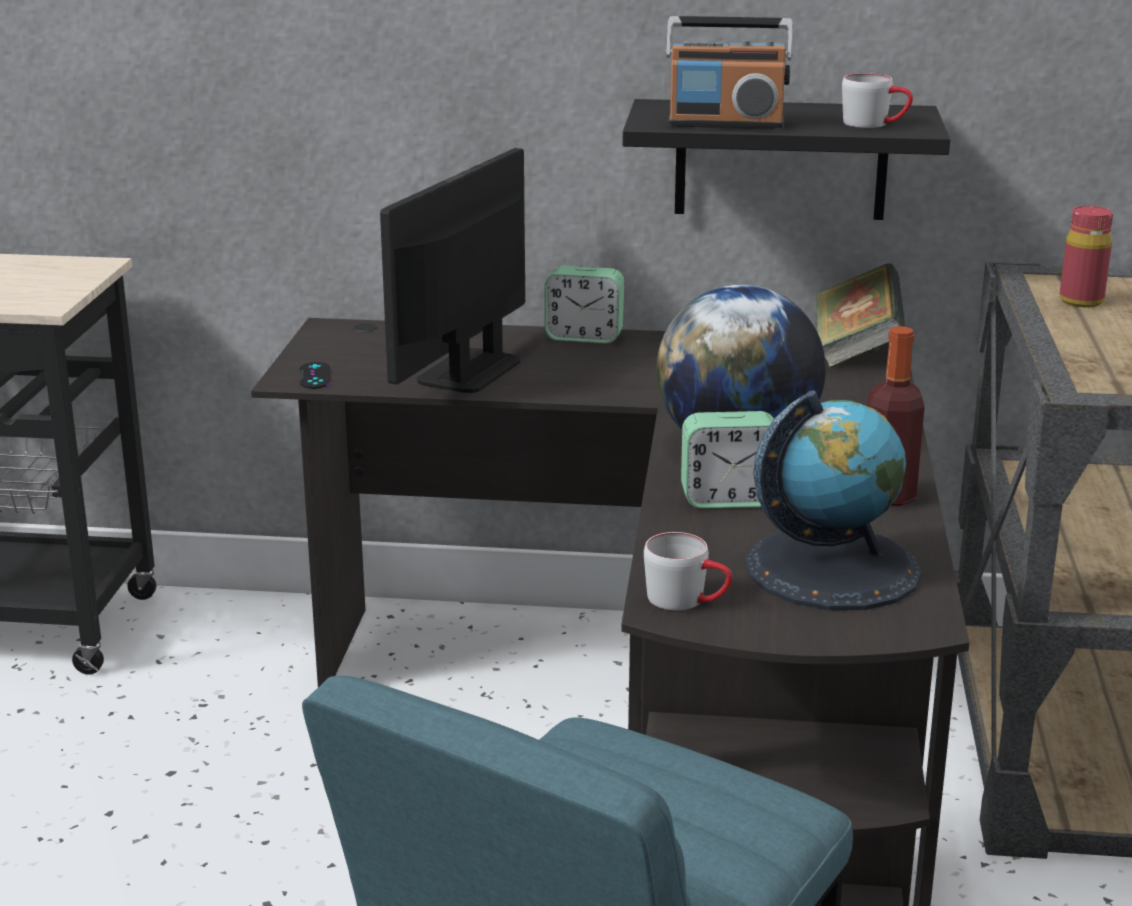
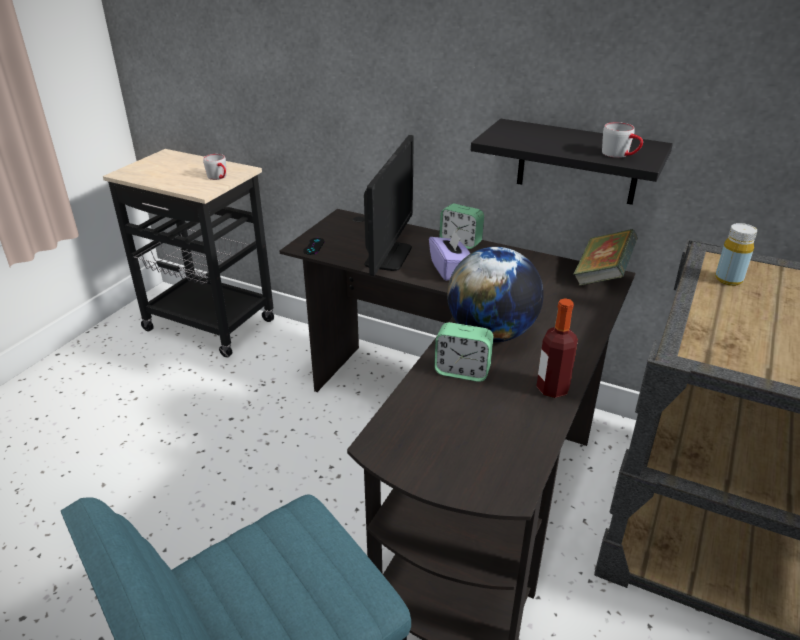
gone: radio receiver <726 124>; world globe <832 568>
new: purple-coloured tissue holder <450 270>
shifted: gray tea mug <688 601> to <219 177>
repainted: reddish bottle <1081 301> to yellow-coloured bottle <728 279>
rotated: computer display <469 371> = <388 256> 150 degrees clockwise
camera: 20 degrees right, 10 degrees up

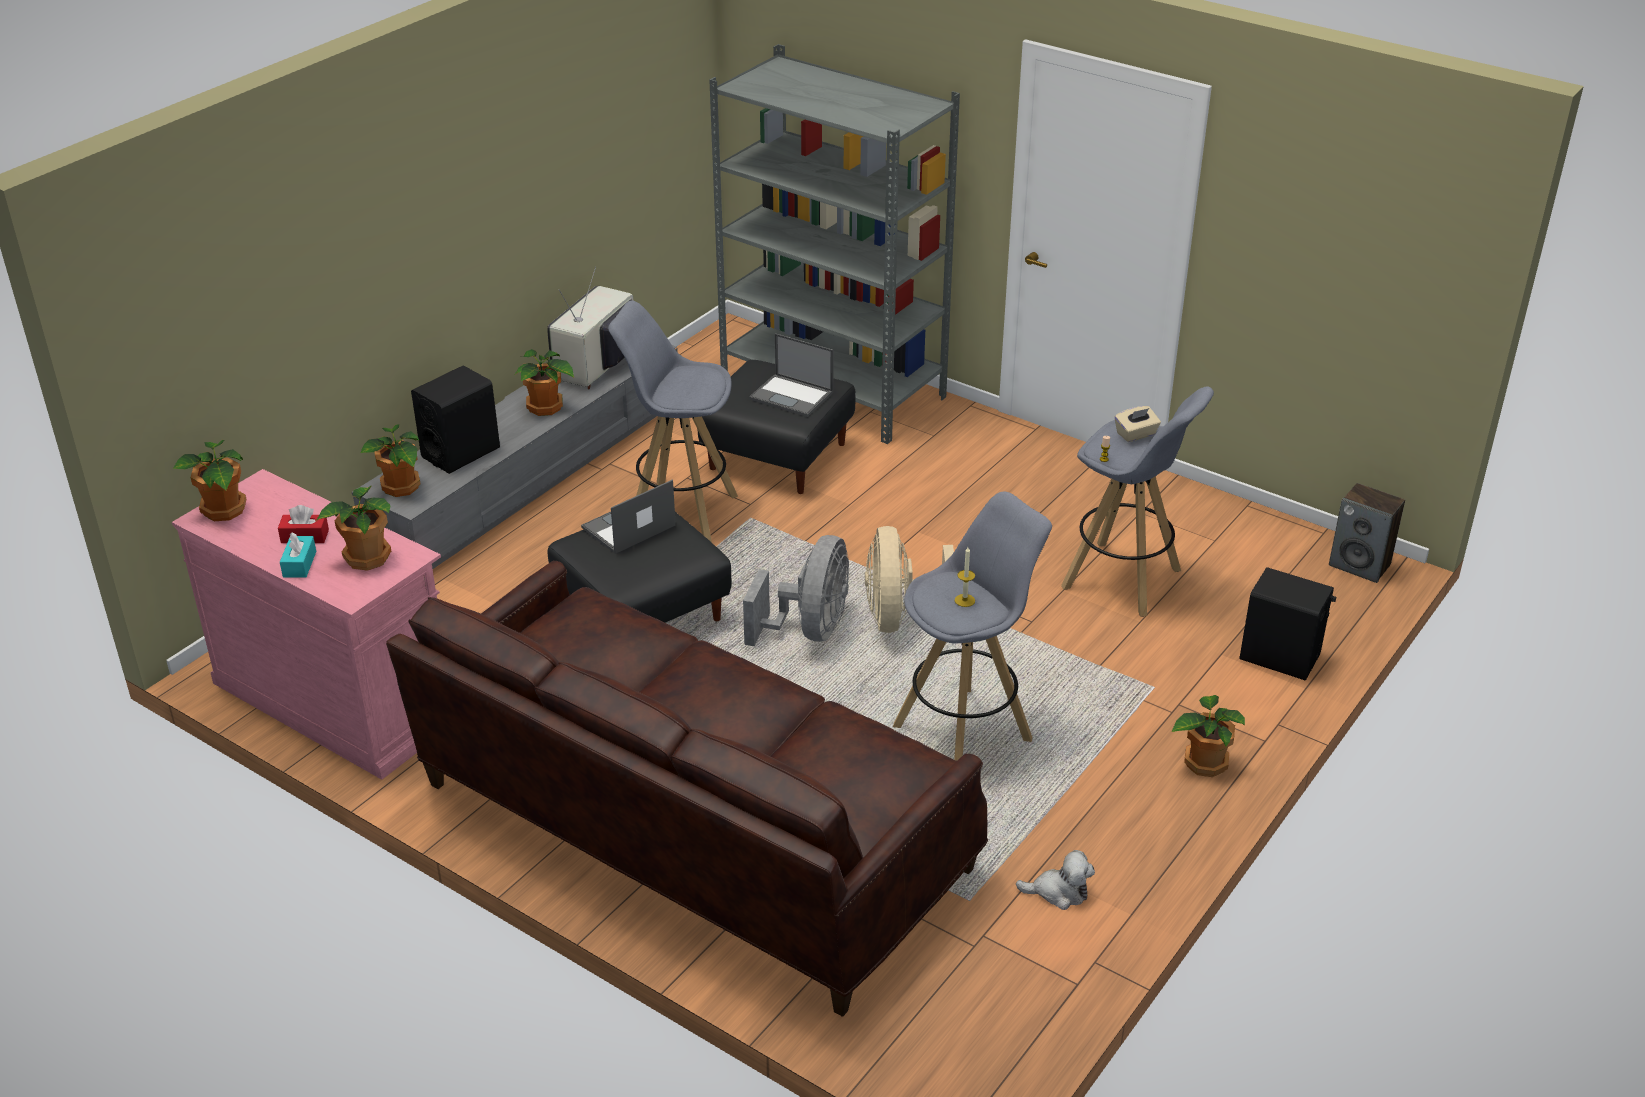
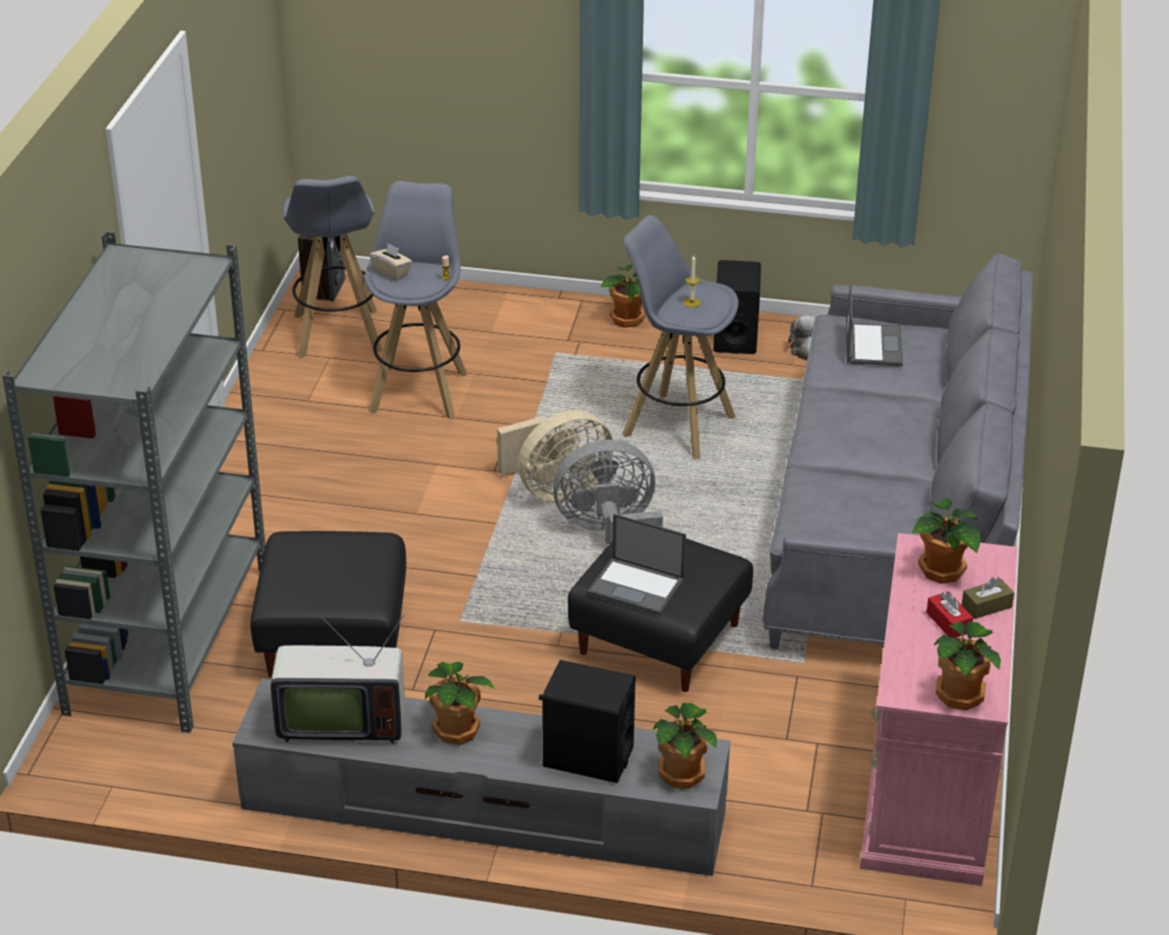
shifted: gray stool <680 510> to <336 335>; laptop <792 396> to <873 345>; black-coloured speaker <1280 657> to <735 337>
repainted: turquoise-coloured tissue holder <299 564> to brown-coloured tissue holder <986 606>; brown-coloured couch <690 831> to gray couch <896 521>
camera: 115 degrees left, 0 degrees up

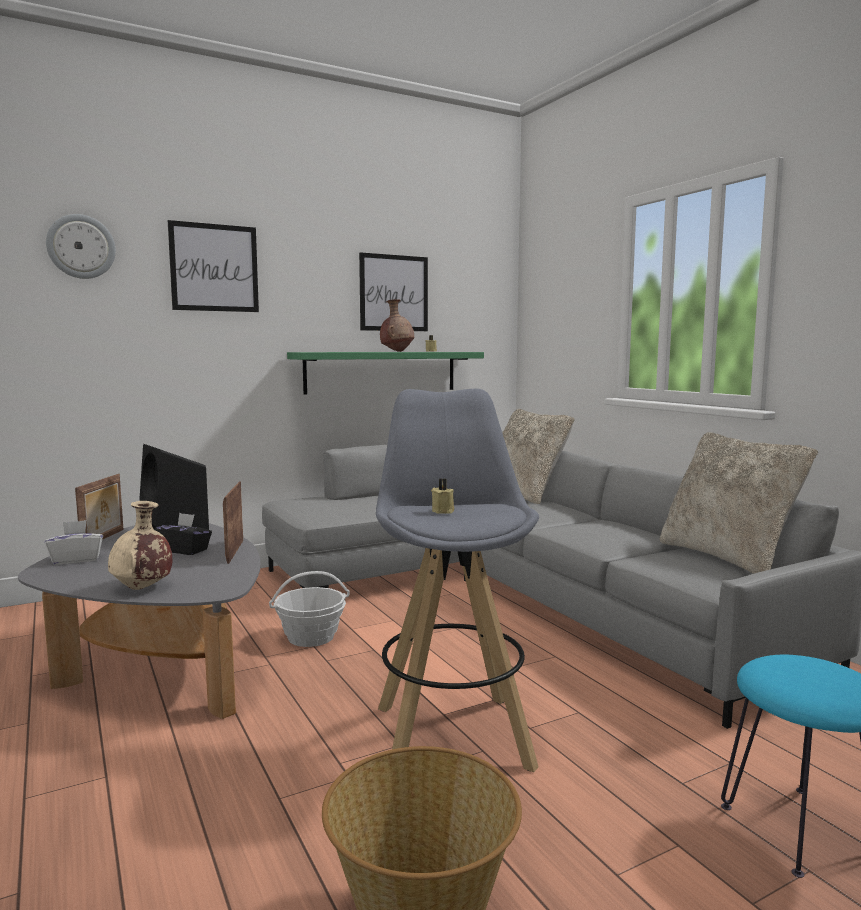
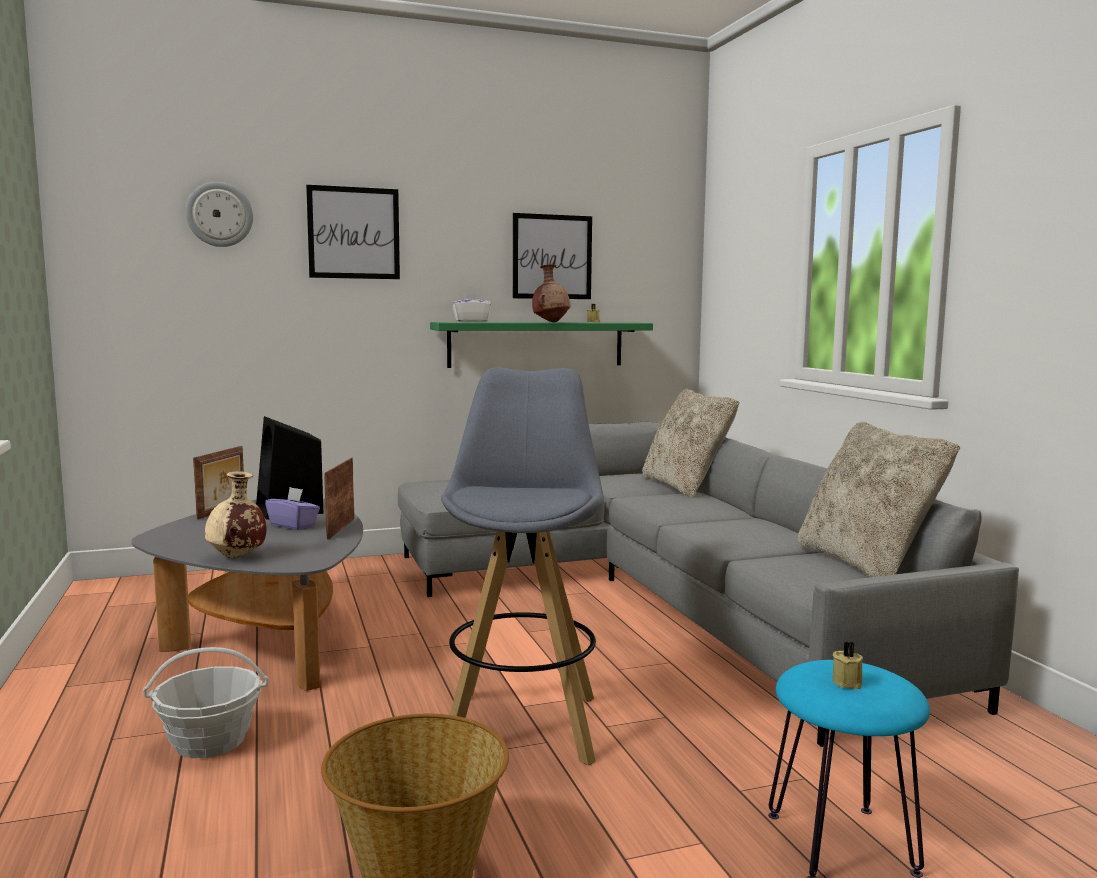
shifted: beige-coloured wax light <444 511> to <848 682>; whitish tissue holder <76 559> to <471 322>; household basket <311 637> to <210 741>
repainted: black-coloured tissue holder <185 550> to purple-coloured tissue holder <293 525>
camera: 10 degrees right, 0 degrees up

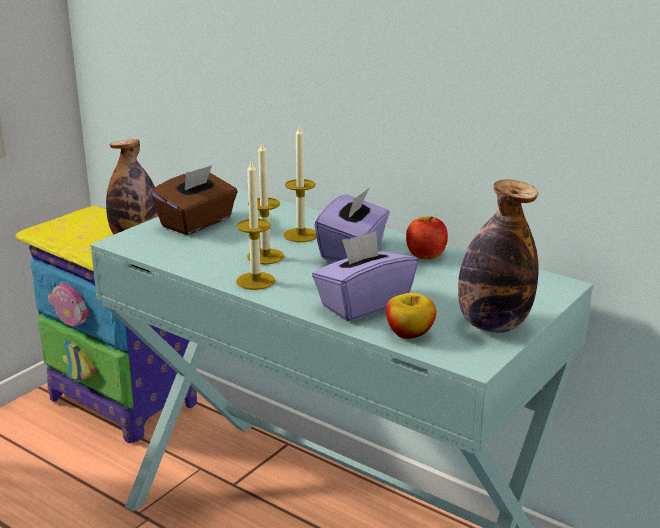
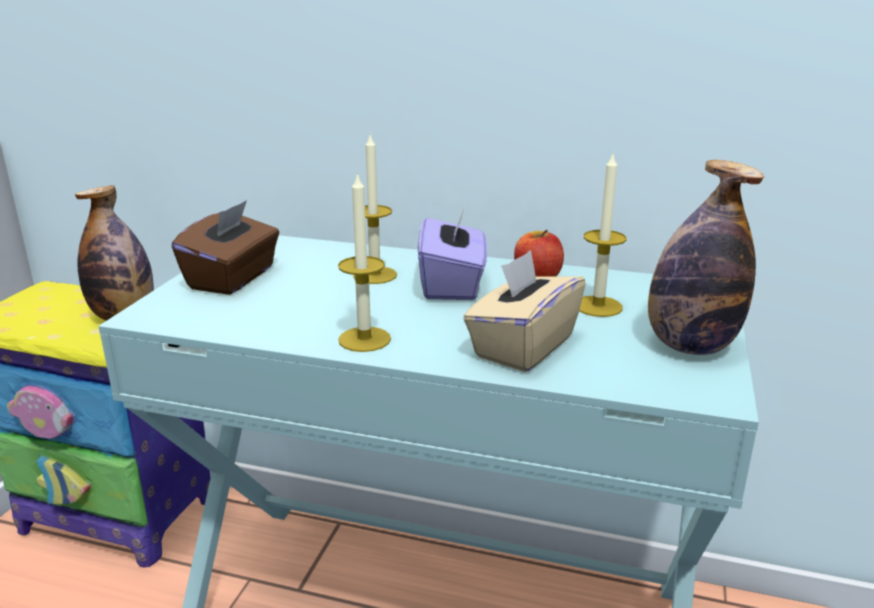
gone: apple fruit <409 333>
shifted: wax light <265 256> to <598 306>
repainted: purple-coloured tissue holder <363 304> to beige-coloured tissue holder <522 346>
camera: 20 degrees left, 0 degrees up

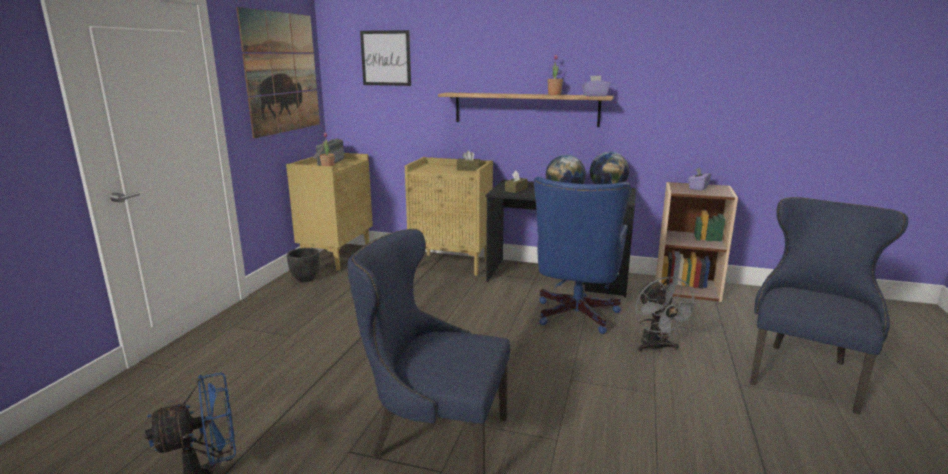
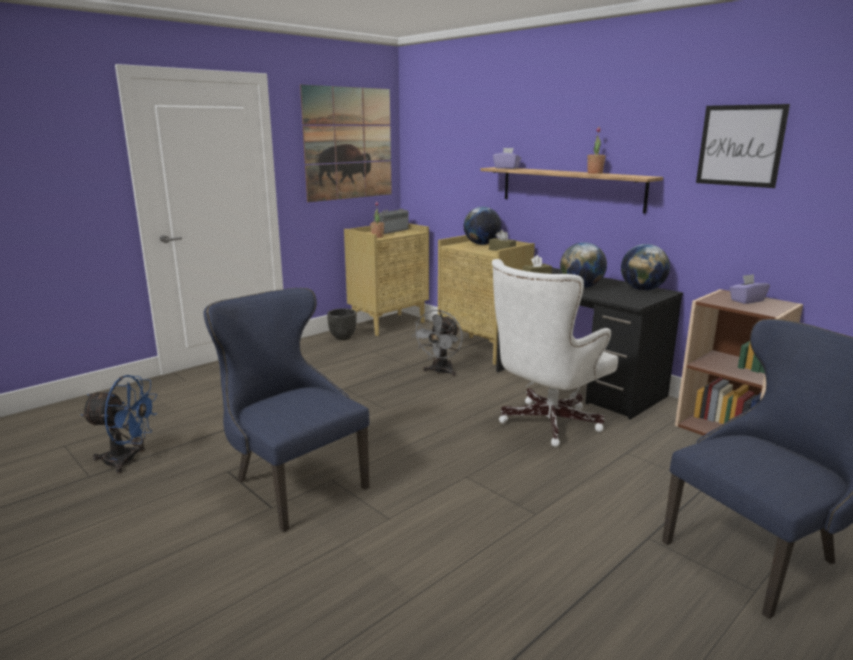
new: world globe <482 244>
shifted: picture <386 58> to <740 145>; purple-coloured tissue holder <595 96> to <506 168>; gray electric fan <656 348> to <440 372>
repainted: blue-coloured office chair <576 317> to whitish office chair <546 424>
camera: 30 degrees right, 0 degrees up

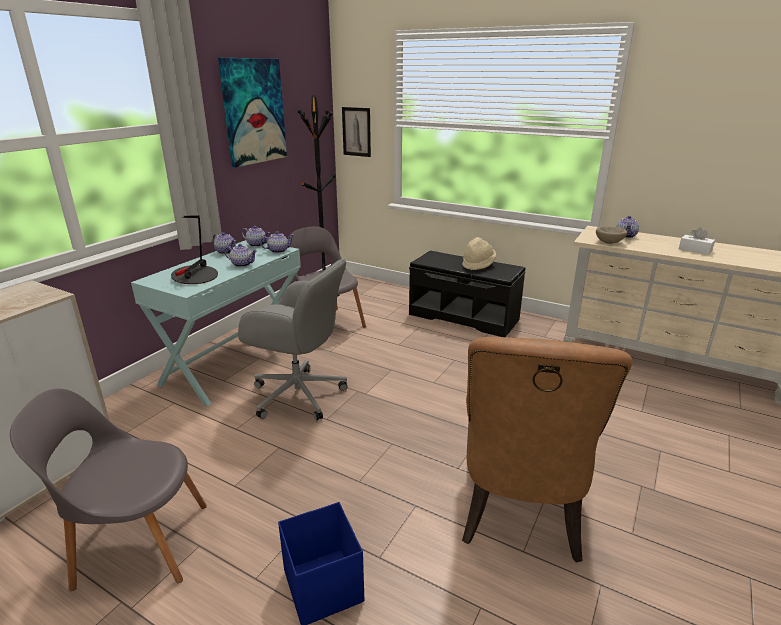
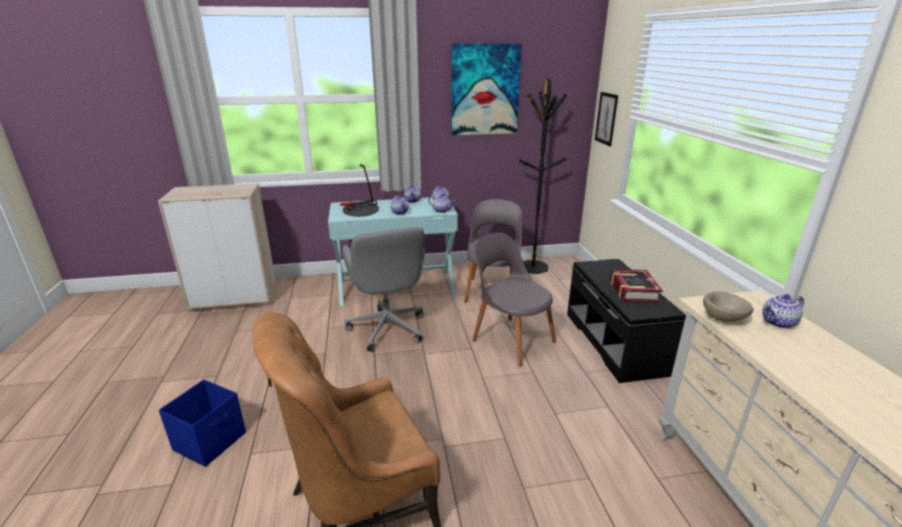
gone: whitish tissue holder <695 250>
shifted: gray chair <137 543> to <511 339>
swapped: beige-coloured wearable hat <478 265> to book <633 290>
camera: 50 degrees right, 0 degrees up

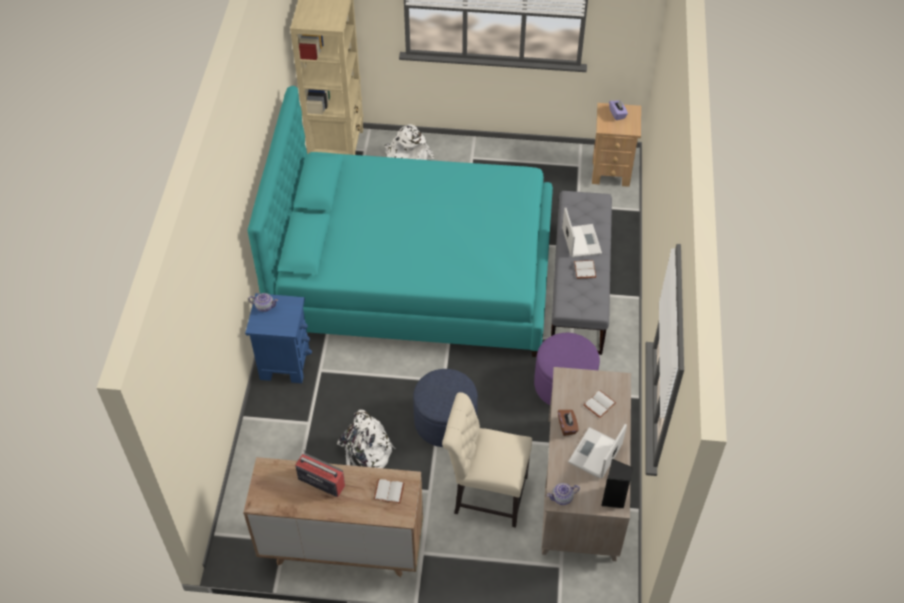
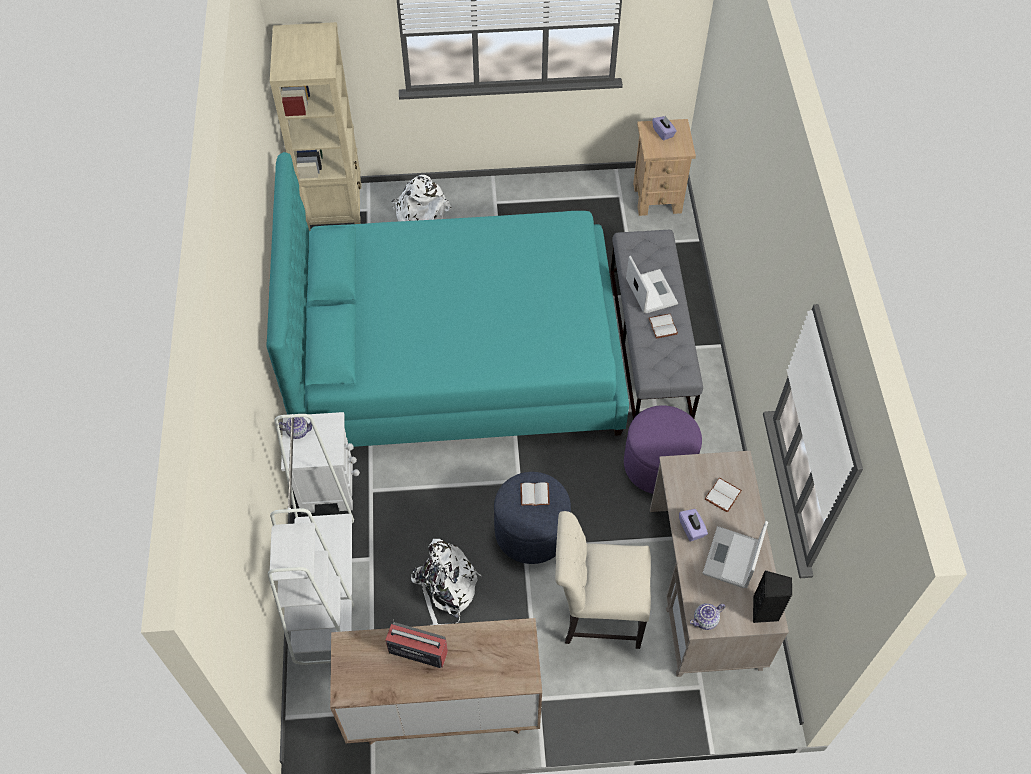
new: whitish clothes rack <325 591>
shifted: whitish book <389 491> to <535 494>
repainted: blue-coloured nightstand <286 363> to whitish nightstand <328 488>; brown-coloured tissue holder <567 426> to purple-coloured tissue holder <691 529>
camera: 10 degrees left, 5 degrees up

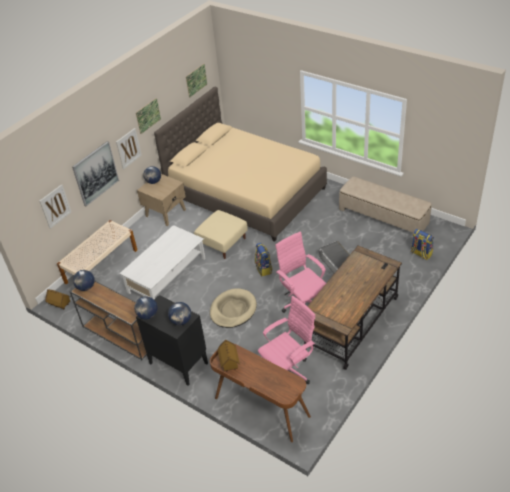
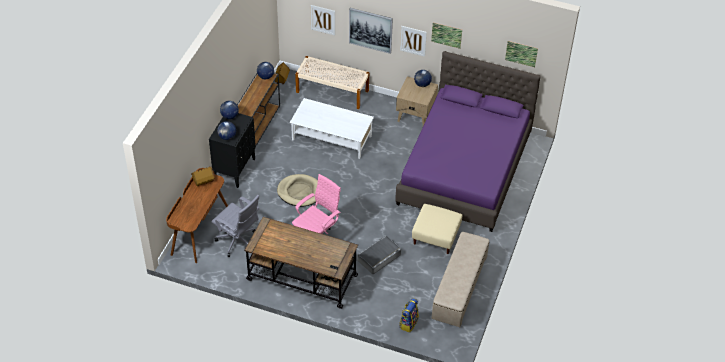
gone: backpack <264 269>
shifted: beige-coloured footrest <222 242> to <436 236>
repainted: beige-coloured sleeping bed <245 192> to purple-coloured sleeping bed <465 168>; pinkish office chair <289 371> to gray office chair <238 242>
camera: 70 degrees right, 5 degrees up

